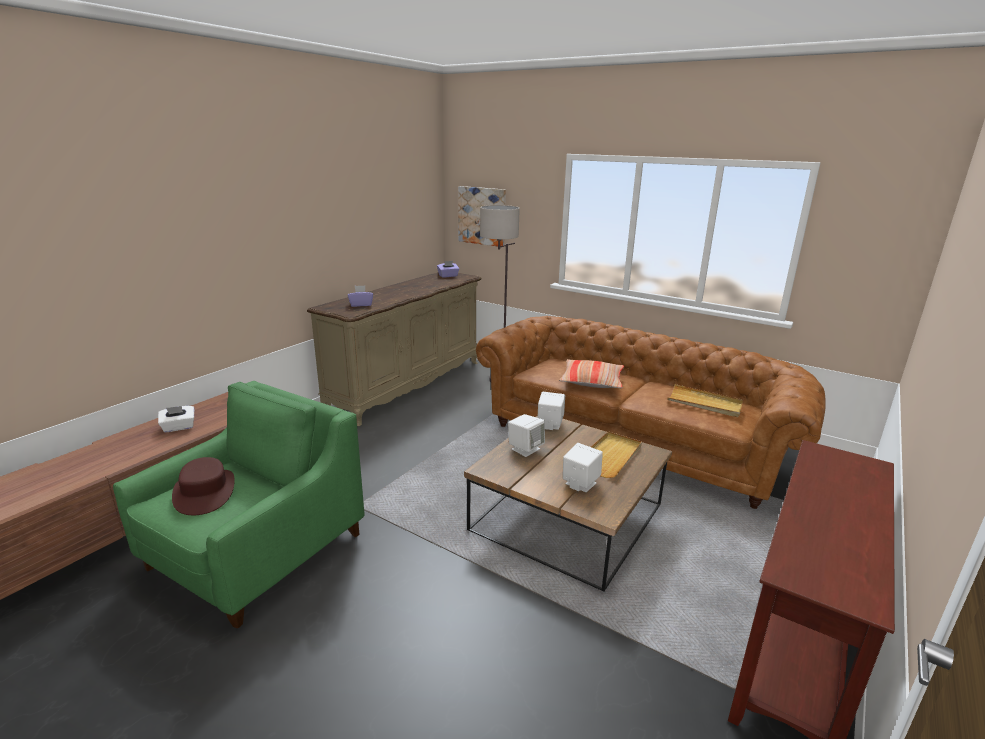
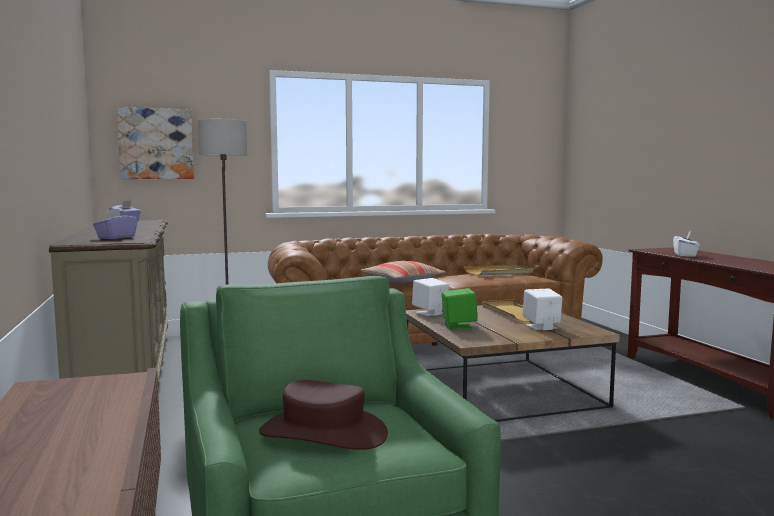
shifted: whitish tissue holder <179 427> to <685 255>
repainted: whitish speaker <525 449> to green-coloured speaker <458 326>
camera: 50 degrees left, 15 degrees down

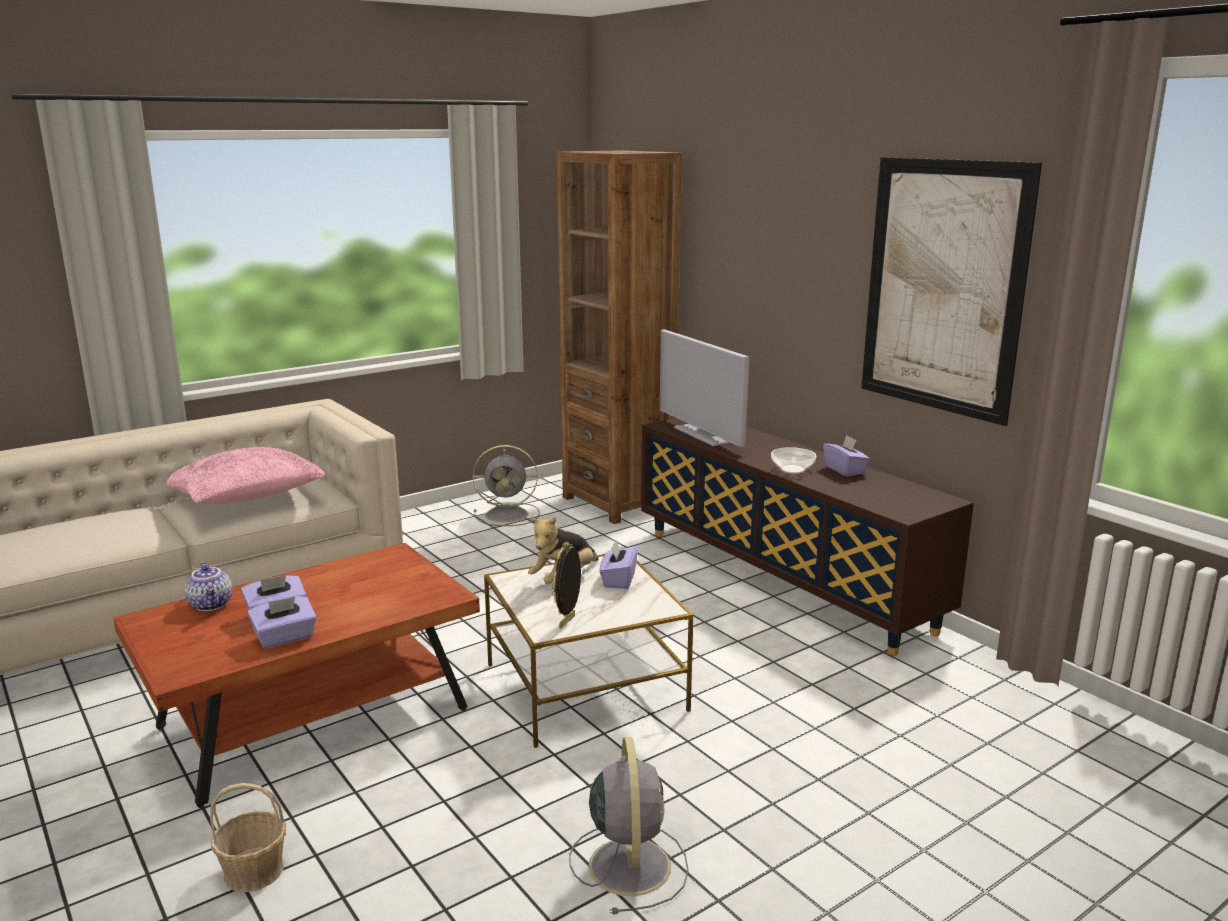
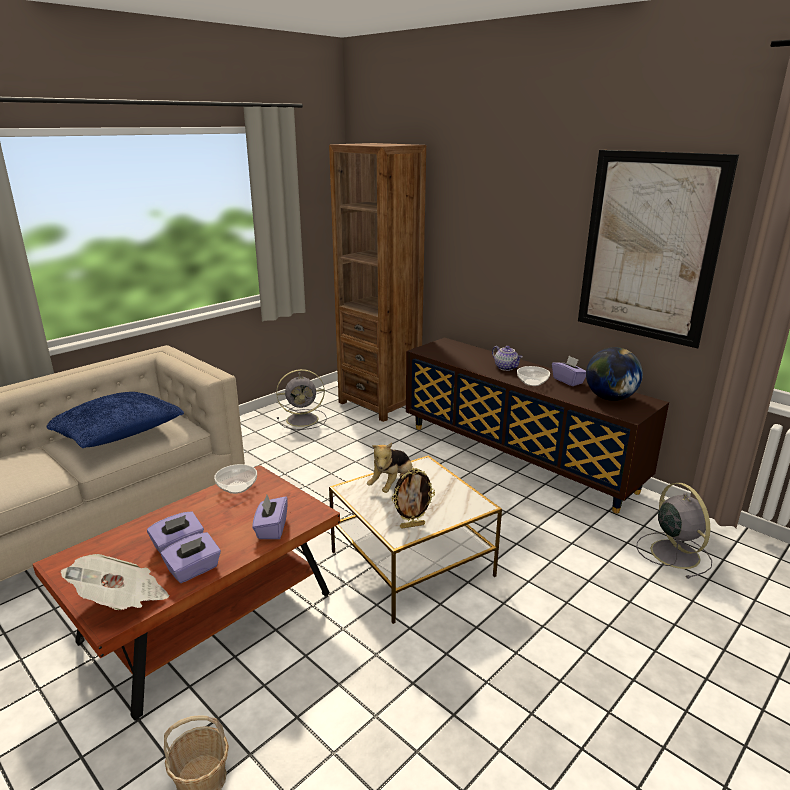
gone: TV <703 434>
new: world globe <609 398>; deep dish <237 488>; newspaper <122 600>
shifted: purple-coloured tissue holder <618 580> to <271 529>; tea pot <212 604> to <506 367>; gray electric fan <629 863> to <673 552>
repainted: pinkish cushion <247 497> to blue-coloured cushion <118 434>
rotated: photo frame <568 622> = <412 525> 120 degrees counterclockwise
camera: 10 degrees left, 5 degrees up

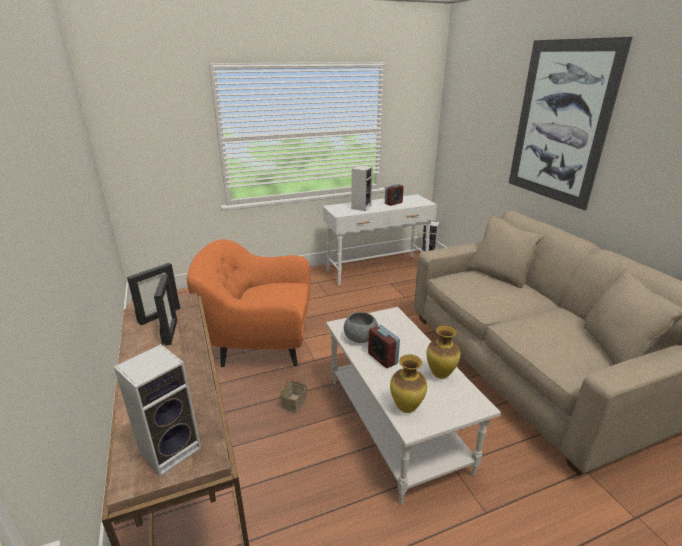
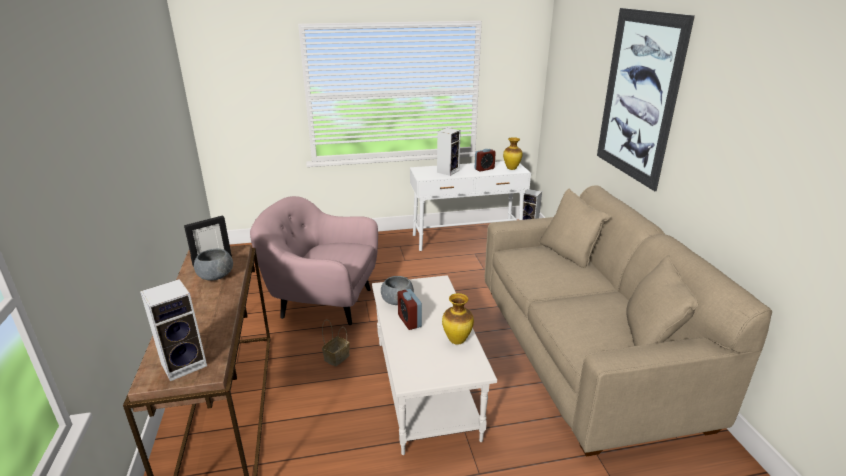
shifted: vase <406 408> to <511 169>
swapped: photo frame <170 332> to gray deep dish <216 276>
repainted: orange armchair <260 344> to pinkish armchair <323 301>
camera: 10 degrees right, 0 degrees up

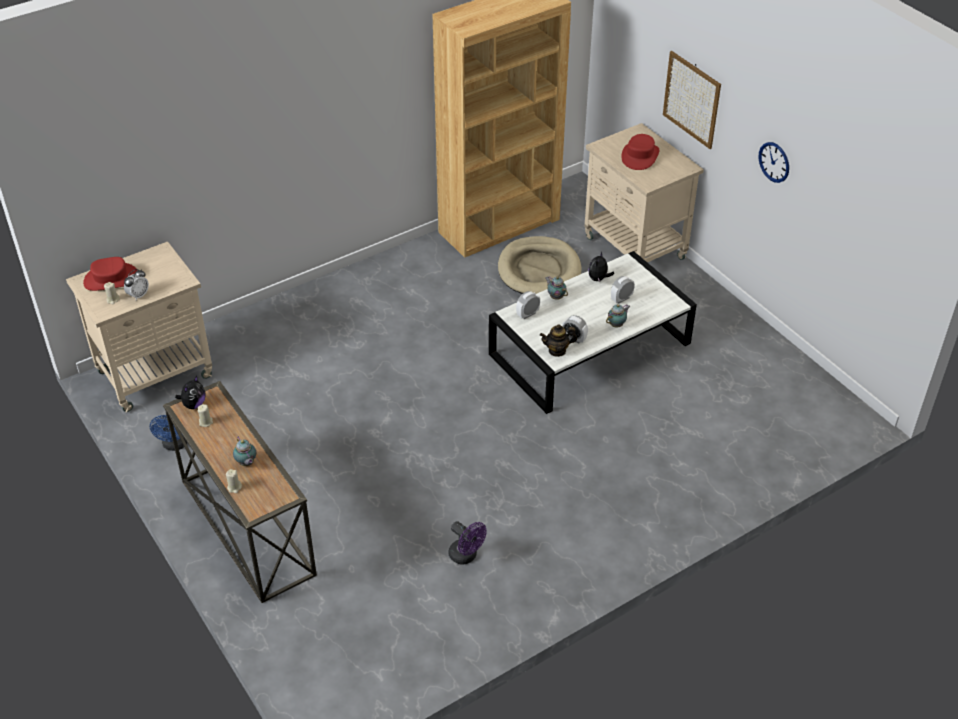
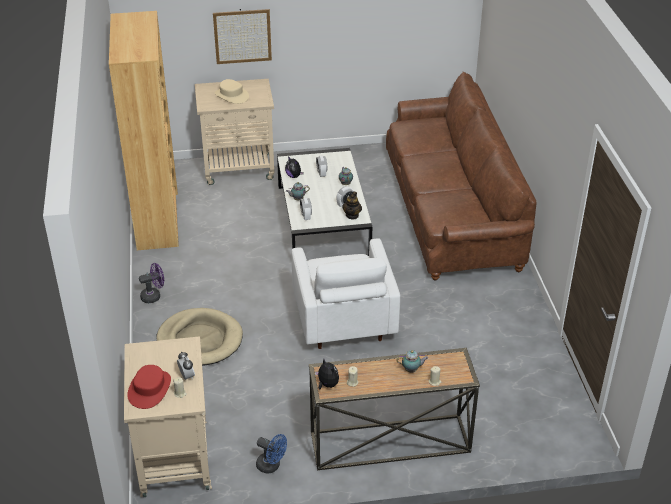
gone: hanging clock <774 162>
new: brown-coloured couch <451 210>; whitish armchair <343 322>
shifted: beige-coloured dog cushion <539 270> to <200 340>; purple-coloured electric fan <466 556> to <154 296>
repainted: reddish wearable hat <640 156> to beige-coloured wearable hat <231 96>
camera: 65 degrees left, 5 degrees down

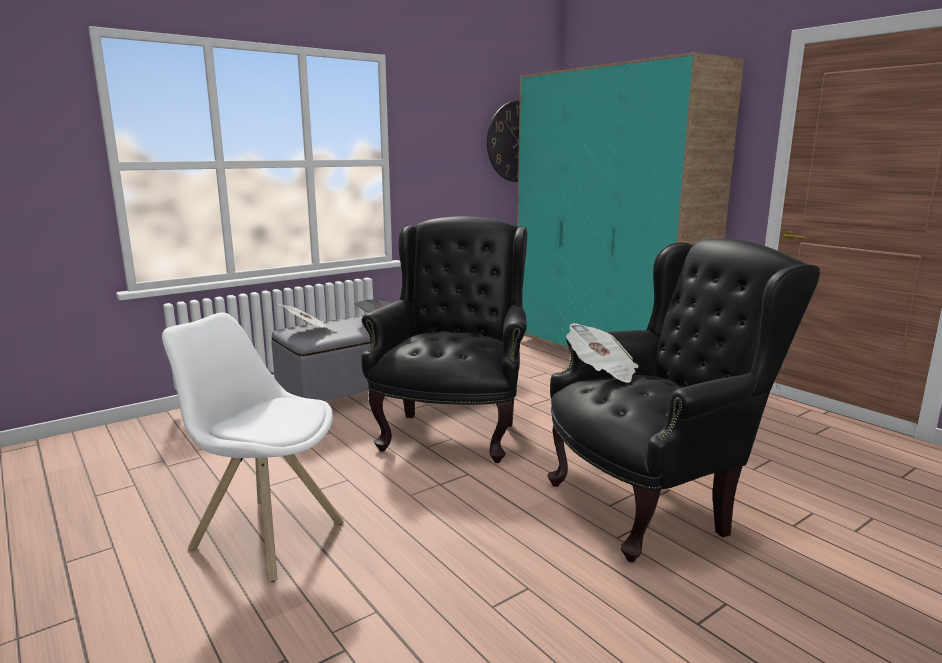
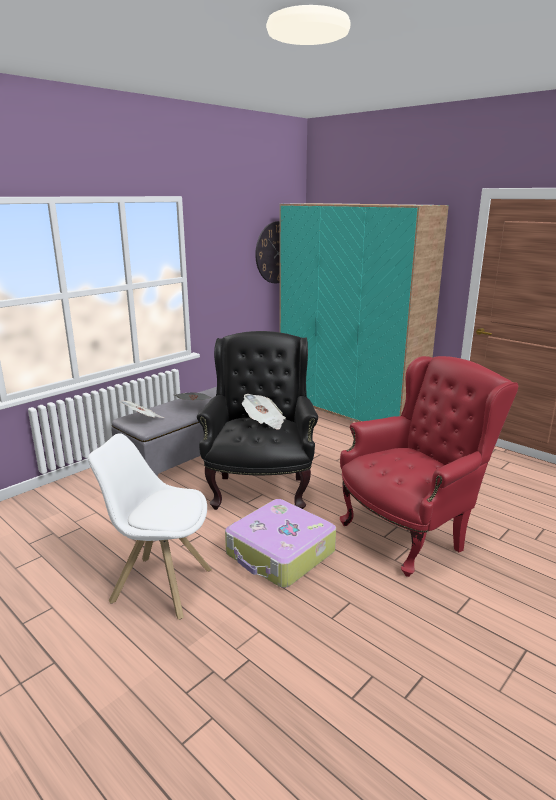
new: piece of luggage <280 554>
shifted: newspaper <602 371> to <264 422>
repainted: black-coloured armchair <651 504> to reddish armchair <410 533>
camera: 10 degrees left, 5 degrees up

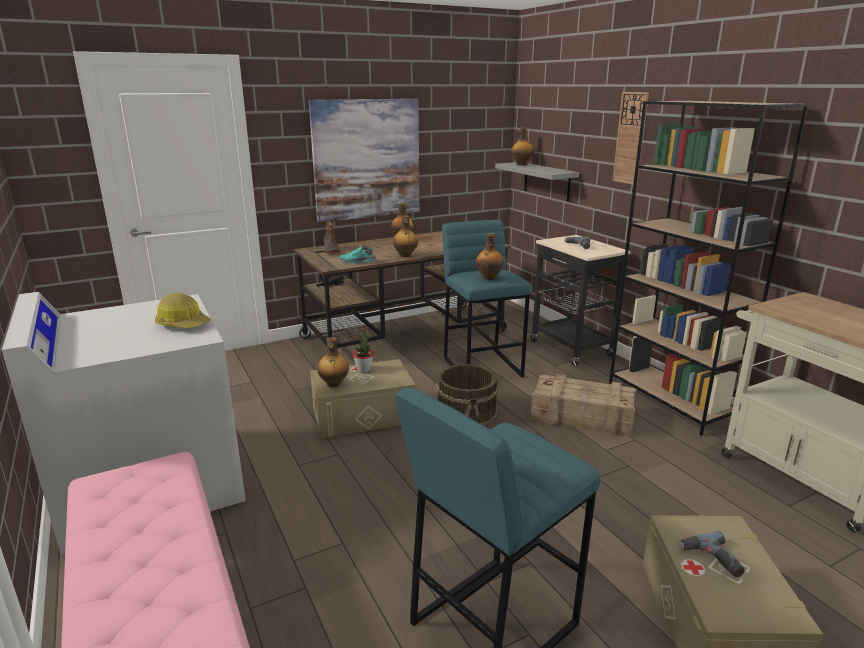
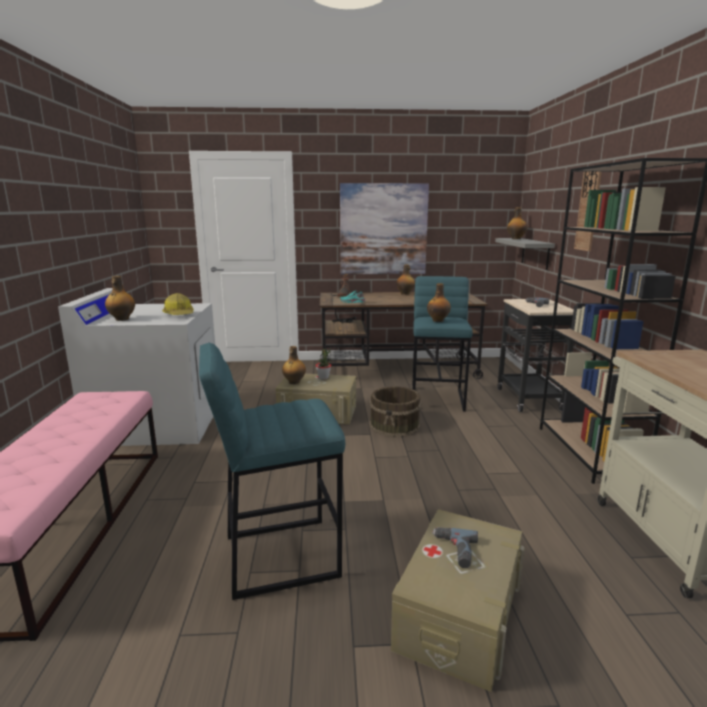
gone: shipping crate <582 417>
shifted: bottle <405 255> to <122 319>
camera: 25 degrees right, 5 degrees down

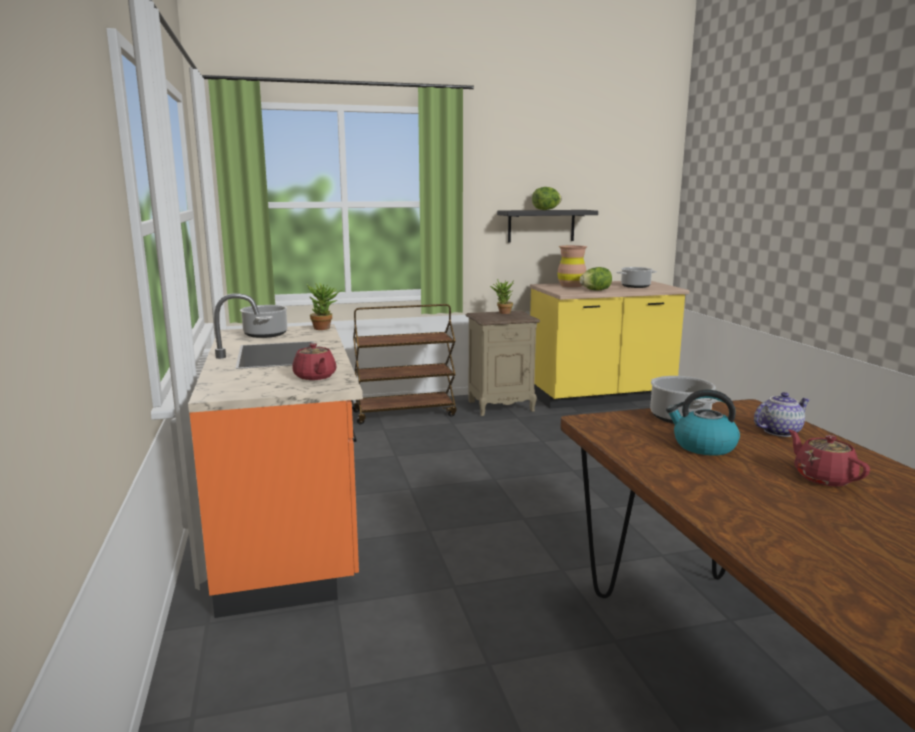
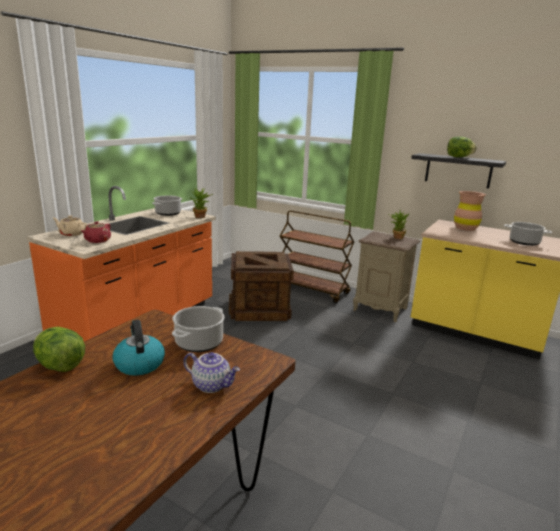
gone: reddish tea pot <823 477>
new: beige-coloured tea pot <71 234>; shipping crate <259 309>
shifted: head of lettuce <595 290> to <60 366>
camera: 45 degrees right, 5 degrees up

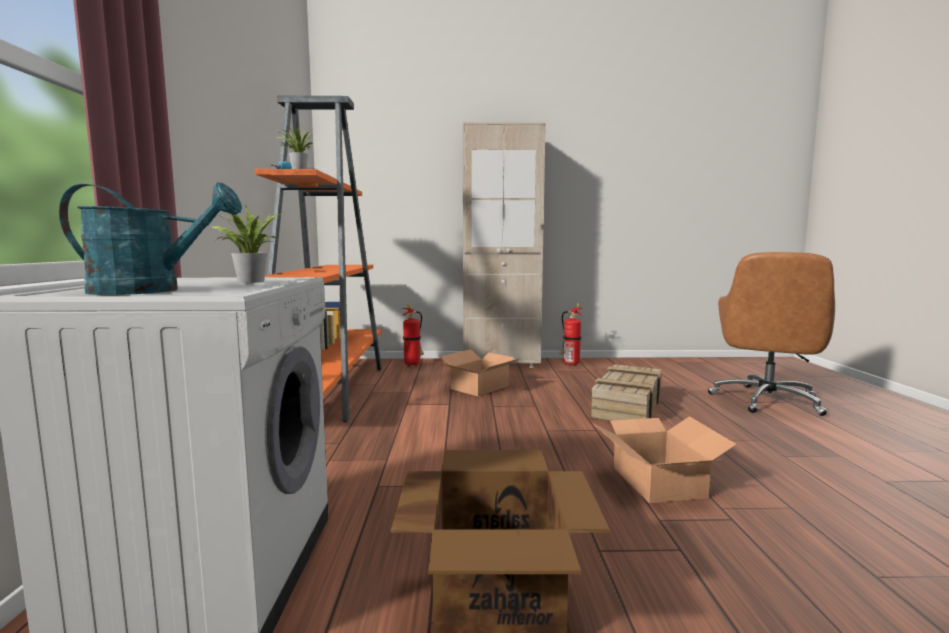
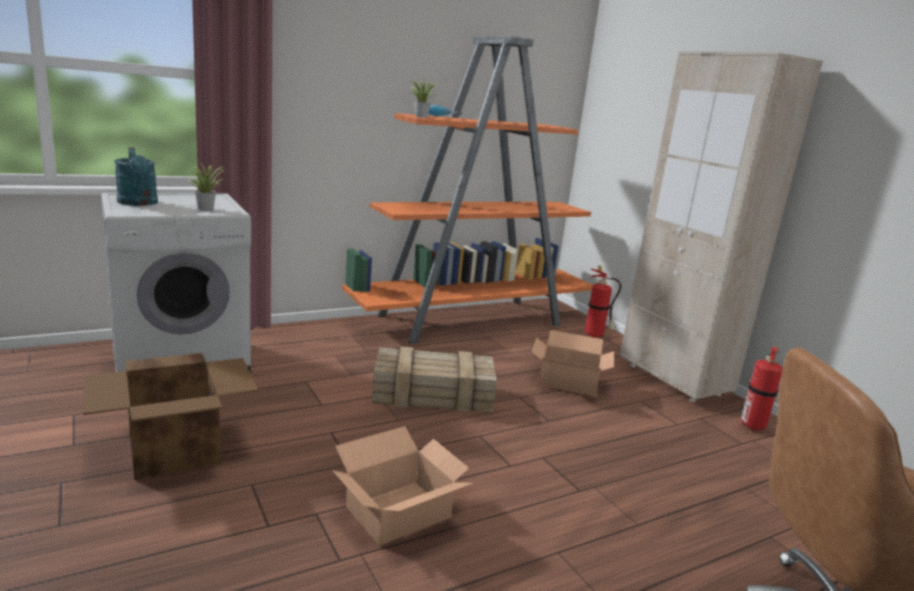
shifted: shipping crate <627 405> to <434 393>
camera: 60 degrees right, 10 degrees up

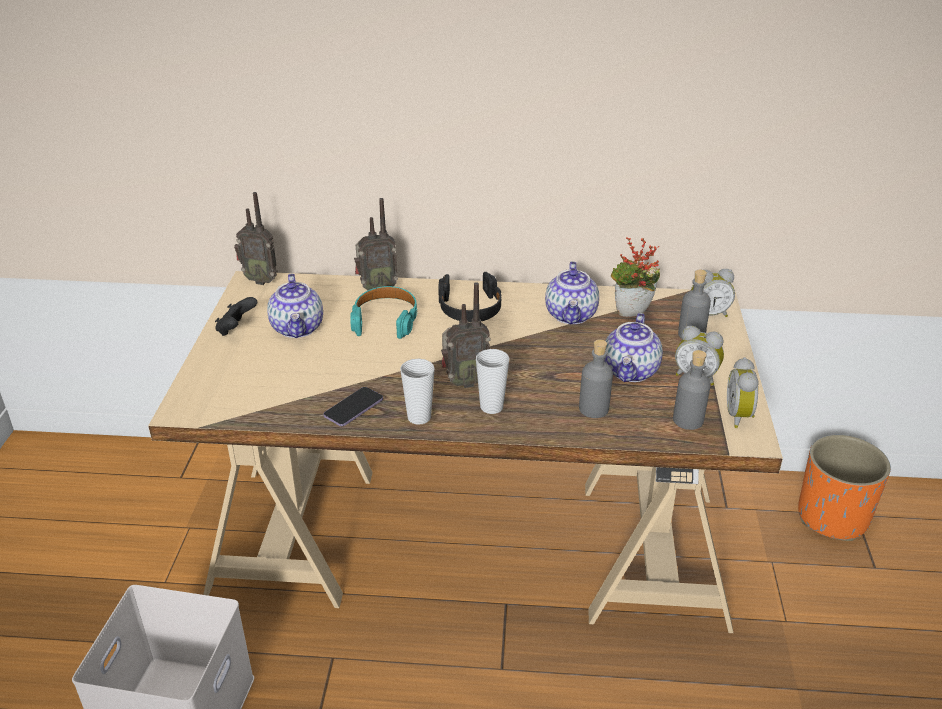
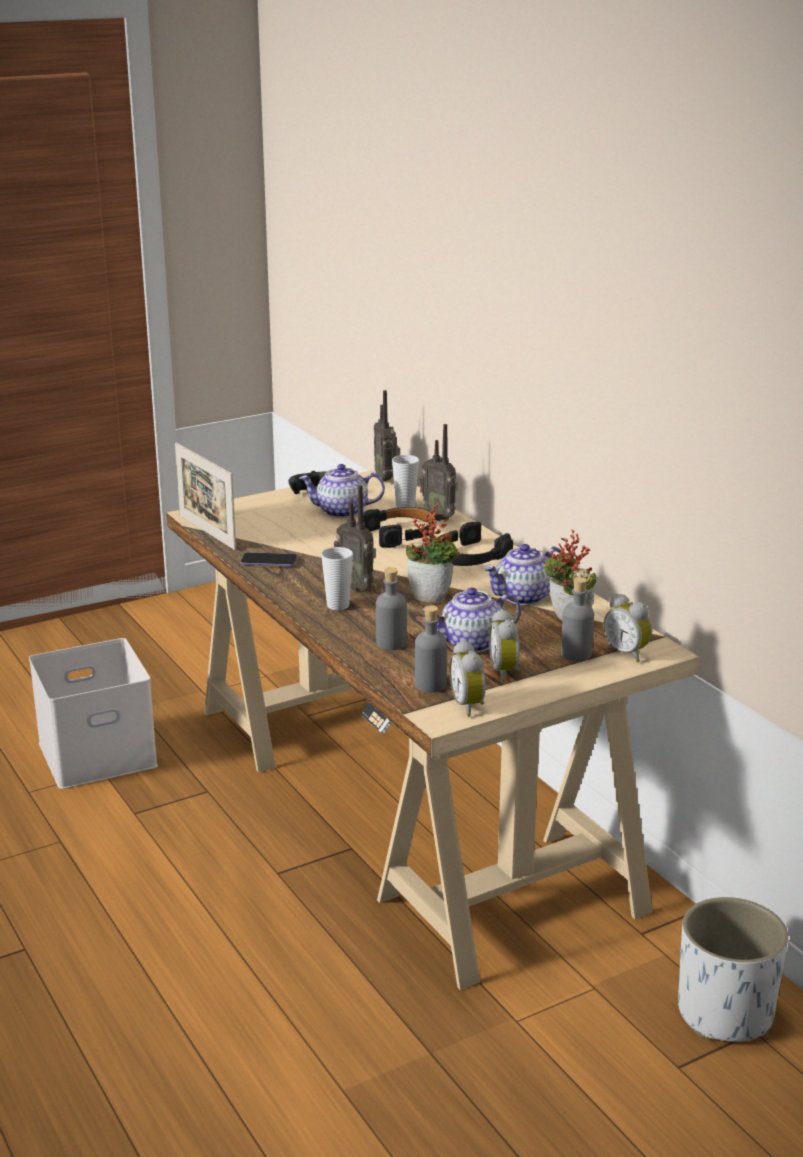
new: photo frame <207 532>; plant in a pot <432 597>
shifted: small cup <419 417> to <405 506>
repainted: turquoise-coloured headset <385 319> to black-coloured headset <400 534>; orange flower pot <832 517> to whitish flower pot <725 1013>
rotated: tea pot <298 328> = <341 512> 45 degrees clockwise; bedside clock <740 416> = <469 706> 75 degrees counterclockwise
camera: 55 degrees right, 10 degrees down

